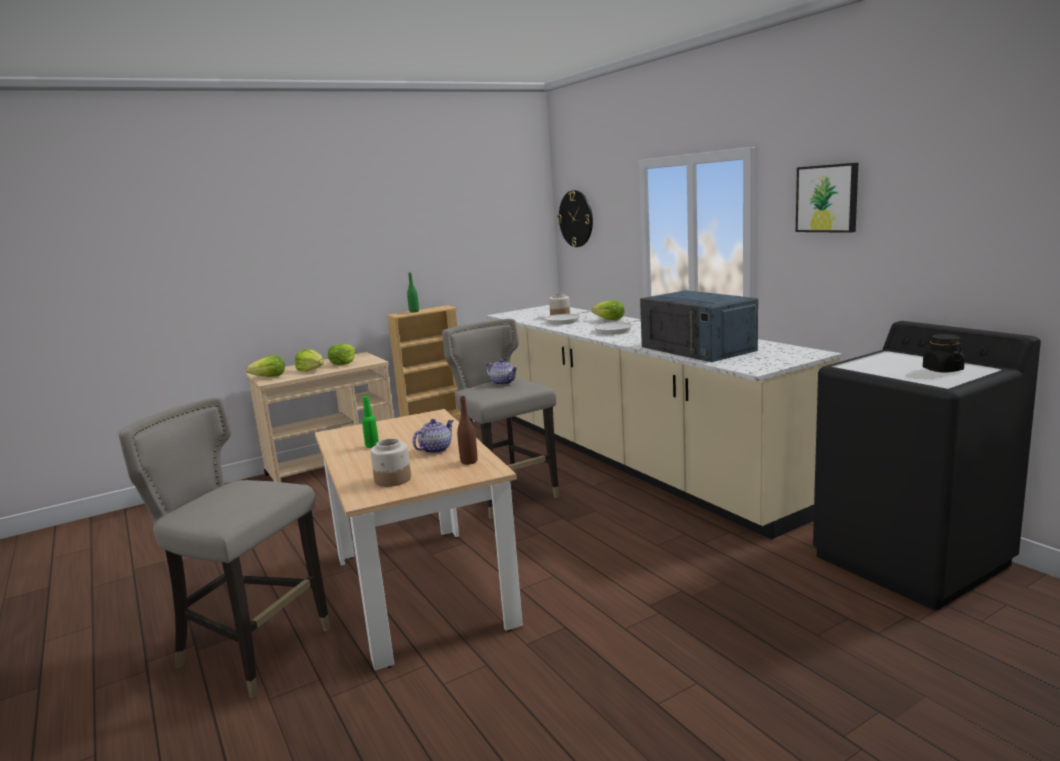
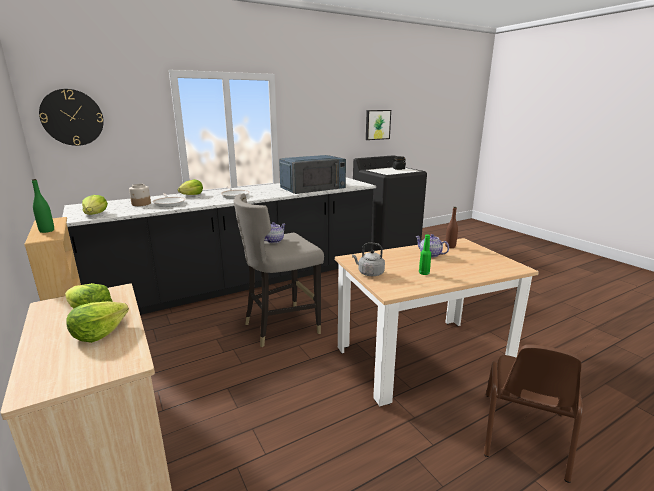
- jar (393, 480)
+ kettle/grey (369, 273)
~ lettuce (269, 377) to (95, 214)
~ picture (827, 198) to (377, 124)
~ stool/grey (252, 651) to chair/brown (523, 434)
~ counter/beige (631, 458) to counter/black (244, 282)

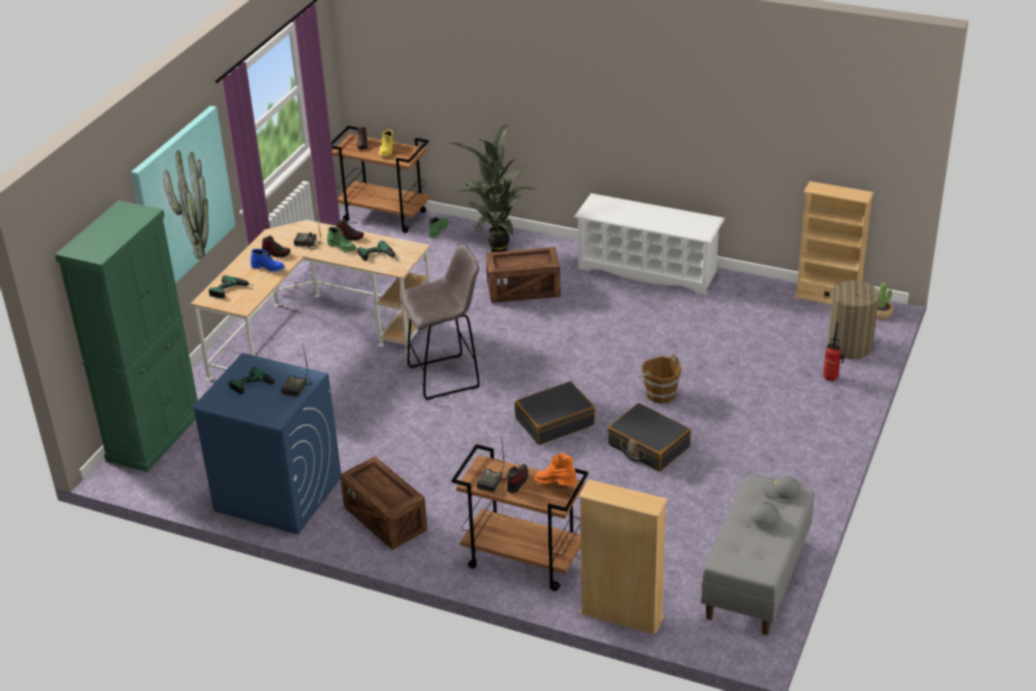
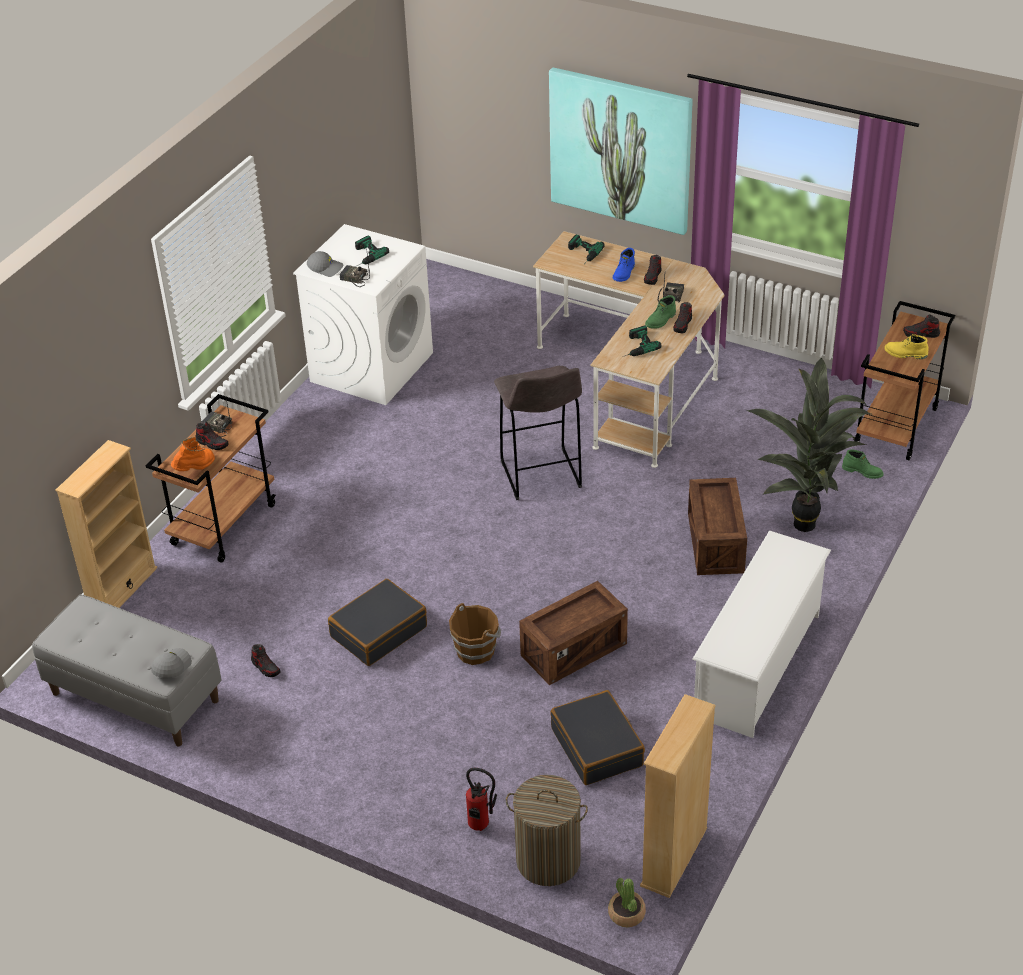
- cabinet/green (154, 436)
+ shoe (266, 667)
~ crate (385, 519) to (574, 650)
~ suitcase/black (554, 421) to (597, 747)
~ cap/grey (763, 517) to (326, 268)
~ washing machine/blue (277, 494) to washing machine/white (372, 367)

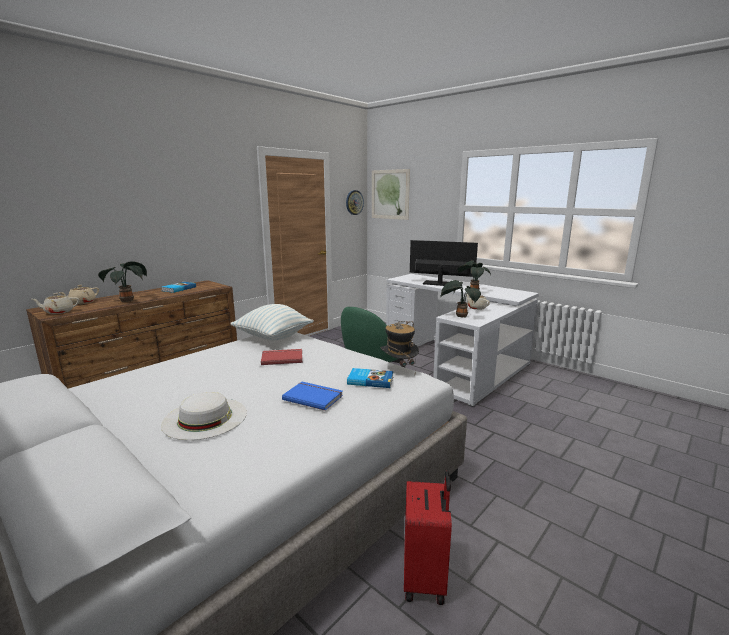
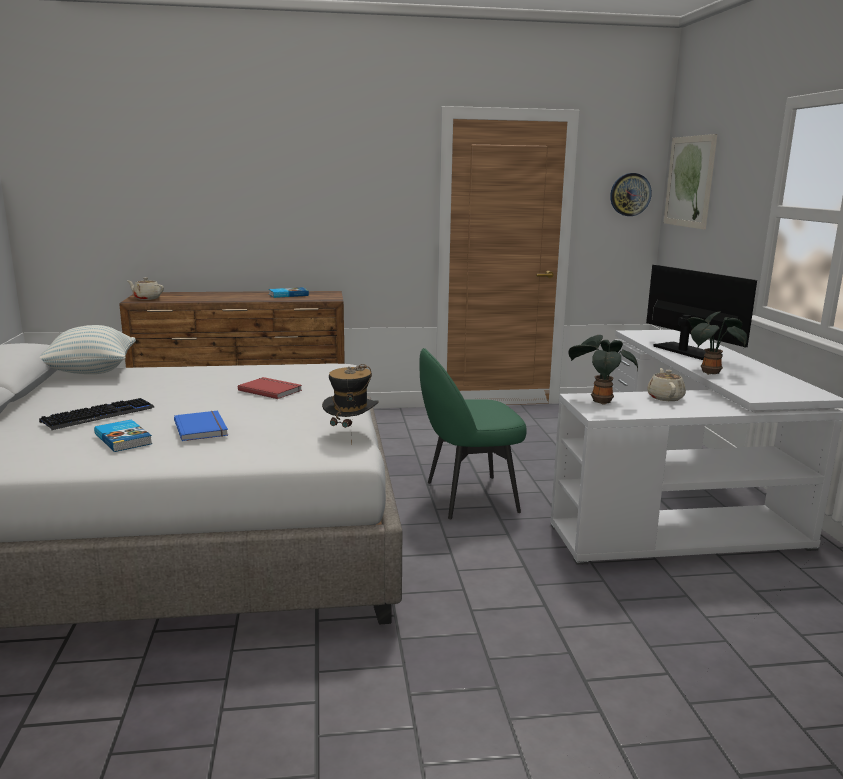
- teapot/beige (82, 302)
- potted plant (128, 300)
- suitcase/red (425, 579)
~ pillow (273, 338) to (91, 372)
~ book (370, 380) to (124, 439)
~ hat/white (205, 418) to keyboard (99, 415)

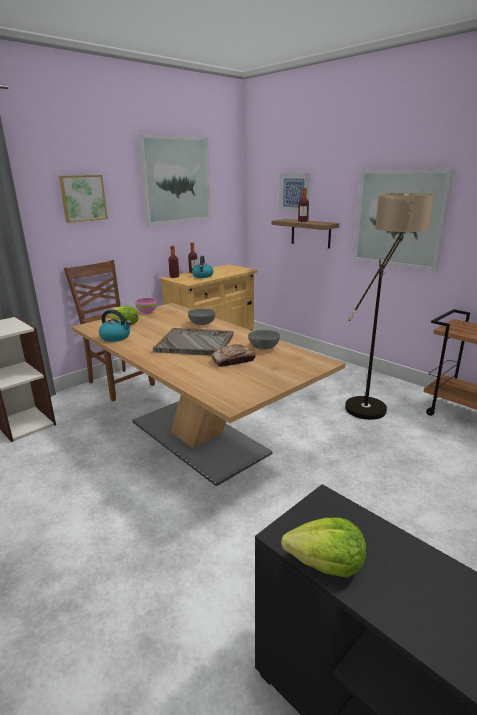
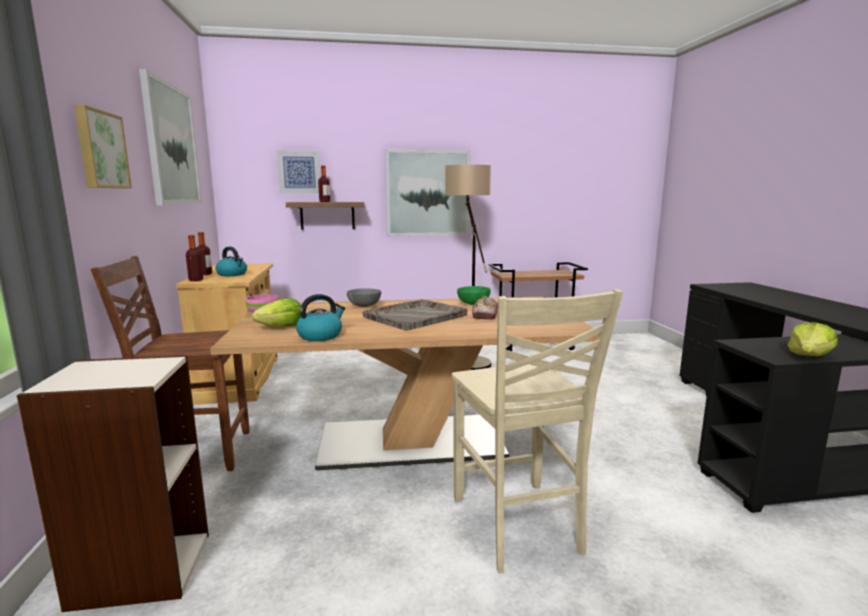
+ chair/beige (517, 526)
~ bowl/grey (263, 348) to bowl/green (473, 304)

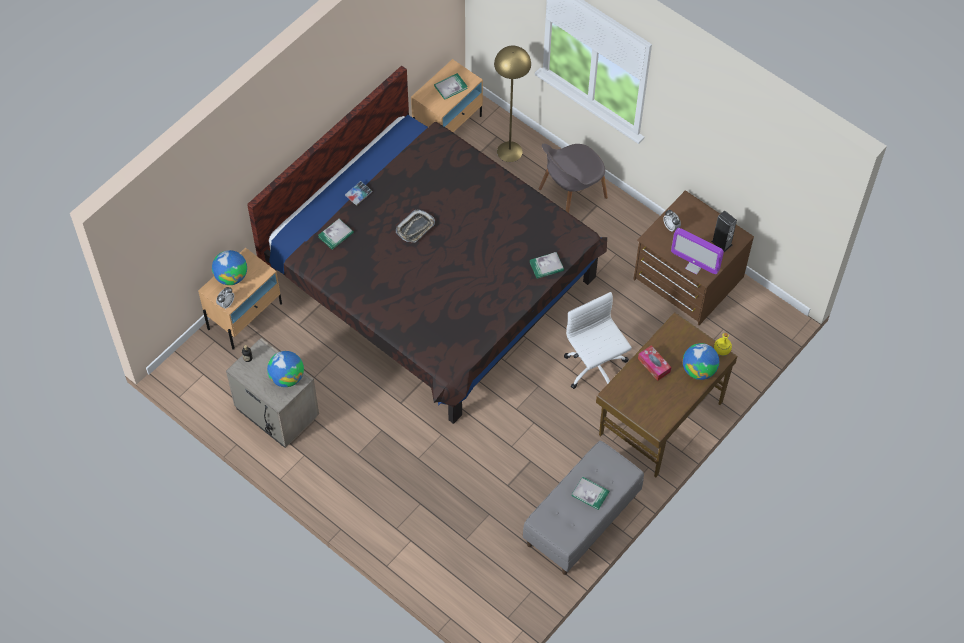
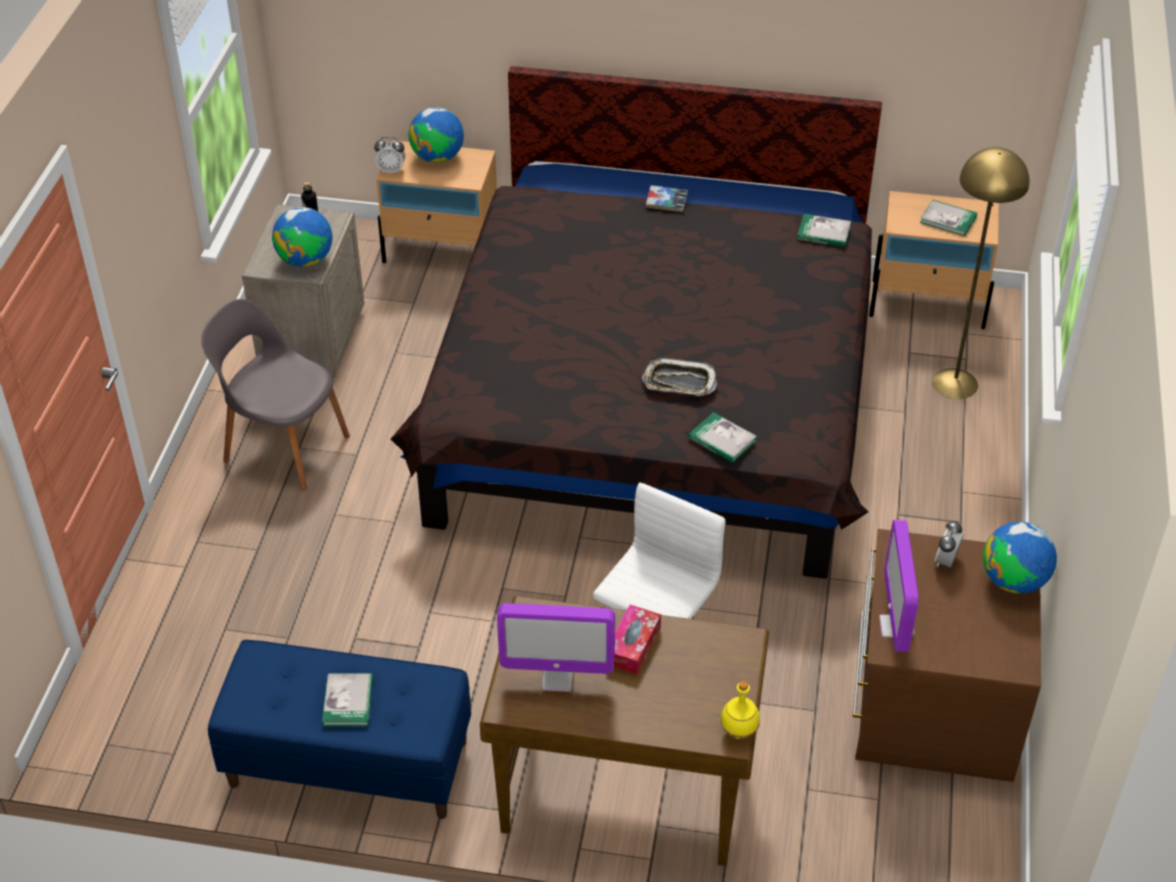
- speaker (721, 243)
+ monitor (557, 678)
~ book (336, 235) to (823, 233)
~ tray (415, 228) to (679, 382)
~ chair/grey (571, 194) to (284, 446)
~ globe (699, 370) to (1014, 581)
~ bench/grey (581, 521) to bench/blue (347, 764)

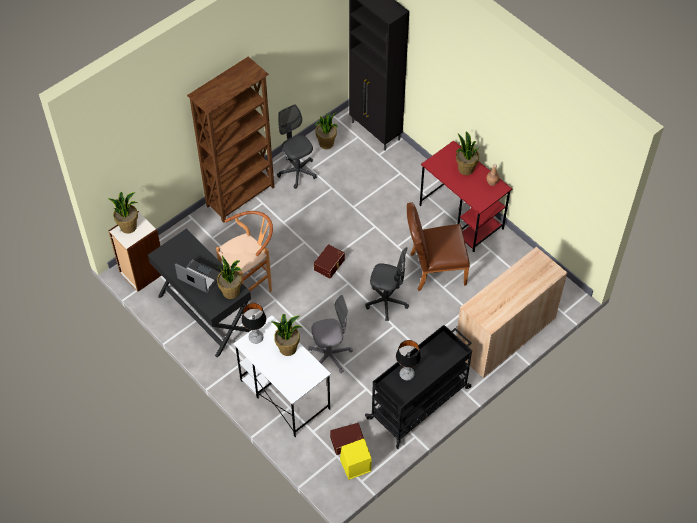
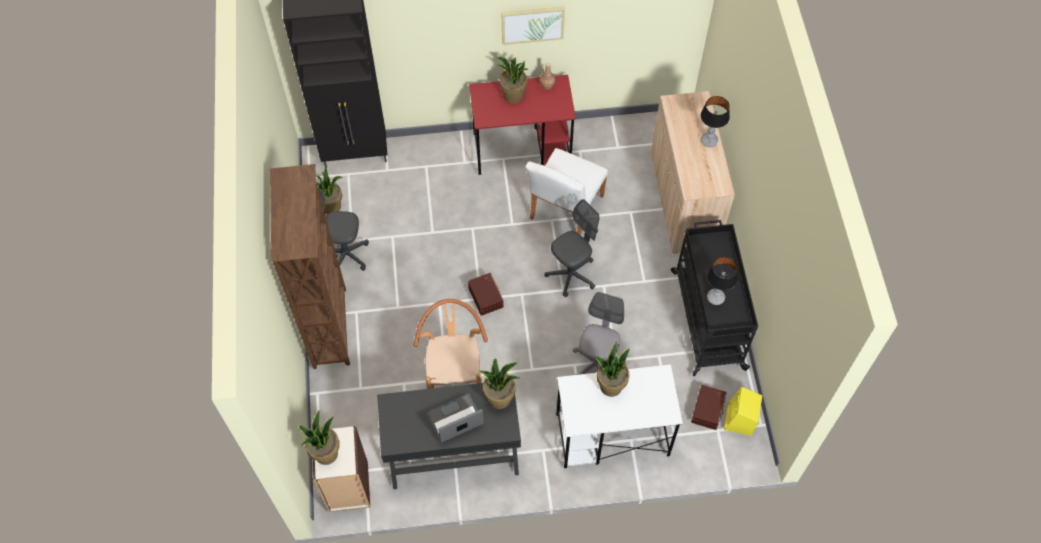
+ picture (532, 24)
~ table lamp (255, 338) to (709, 141)
~ chair/brown (433, 269) to chair/white (564, 211)

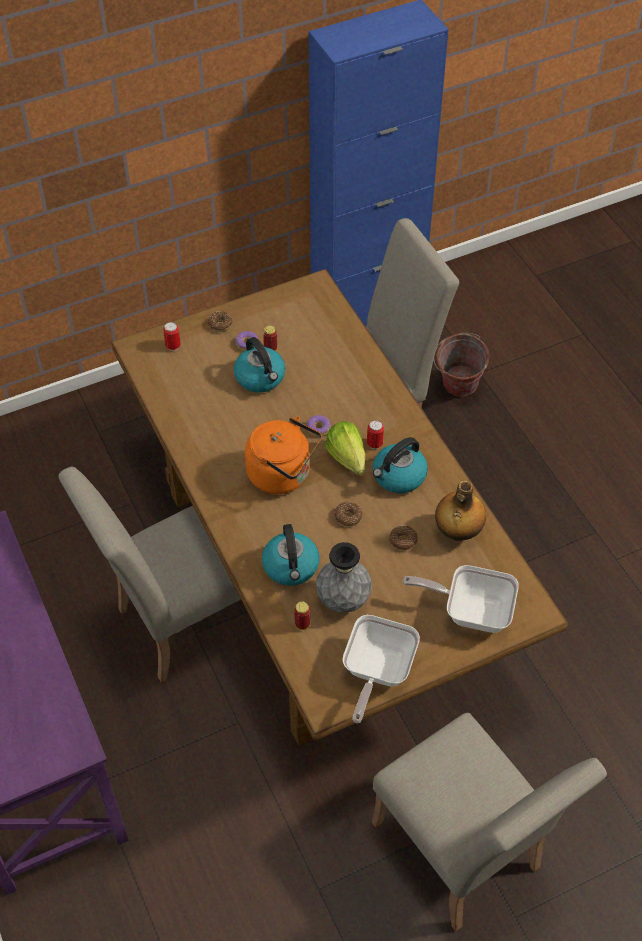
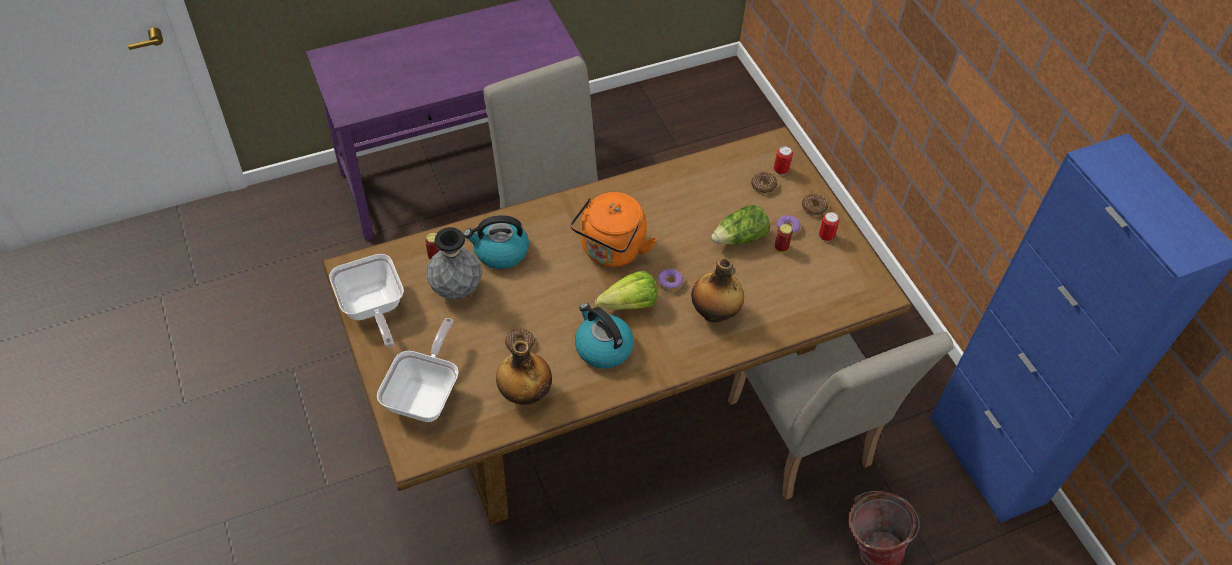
- chair/beige (463, 857)
+ bottle (714, 313)
~ donut (348, 517) to (763, 185)
~ can (374, 444) to (826, 236)
~ kettle (260, 378) to lettuce (740, 238)
~ frying pan (376, 672) = (372, 309) 135 degrees counterclockwise

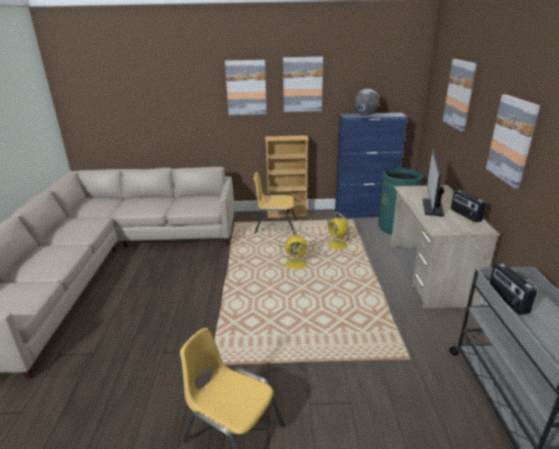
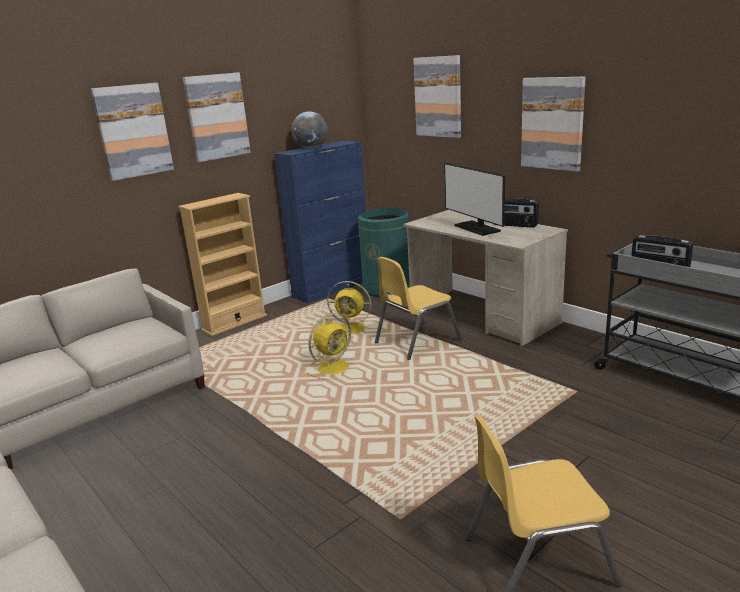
~ chair/yellow (275, 226) to (416, 341)

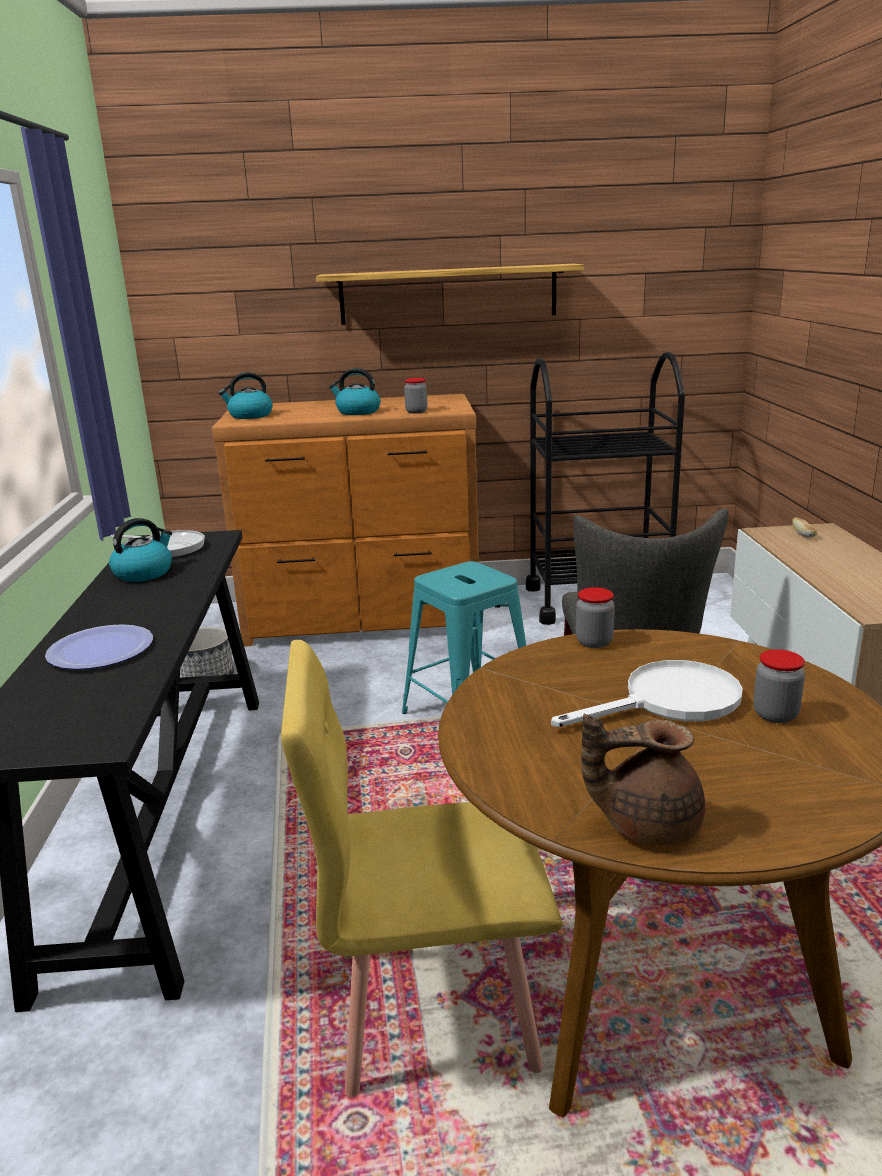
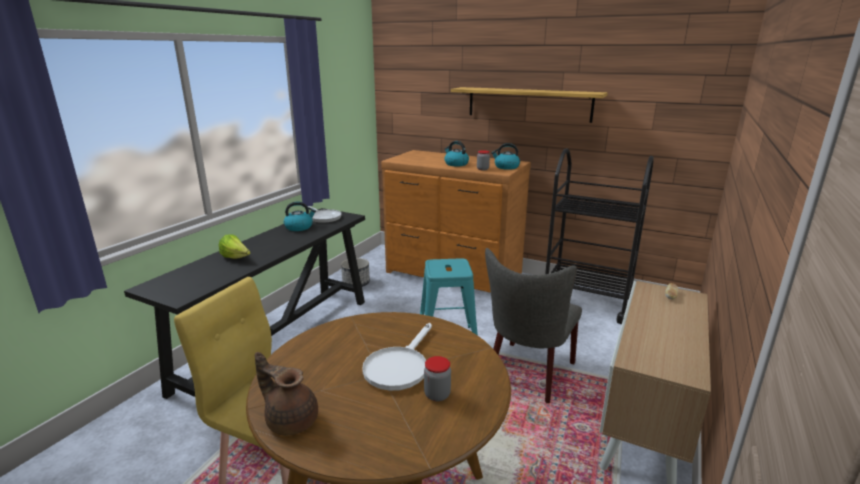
- jar (594, 642)
~ kettle (250, 416) to (506, 167)
~ plate (100, 649) to lettuce (236, 258)
~ frying pan/white (669, 702) = (399, 366) 105 degrees clockwise

